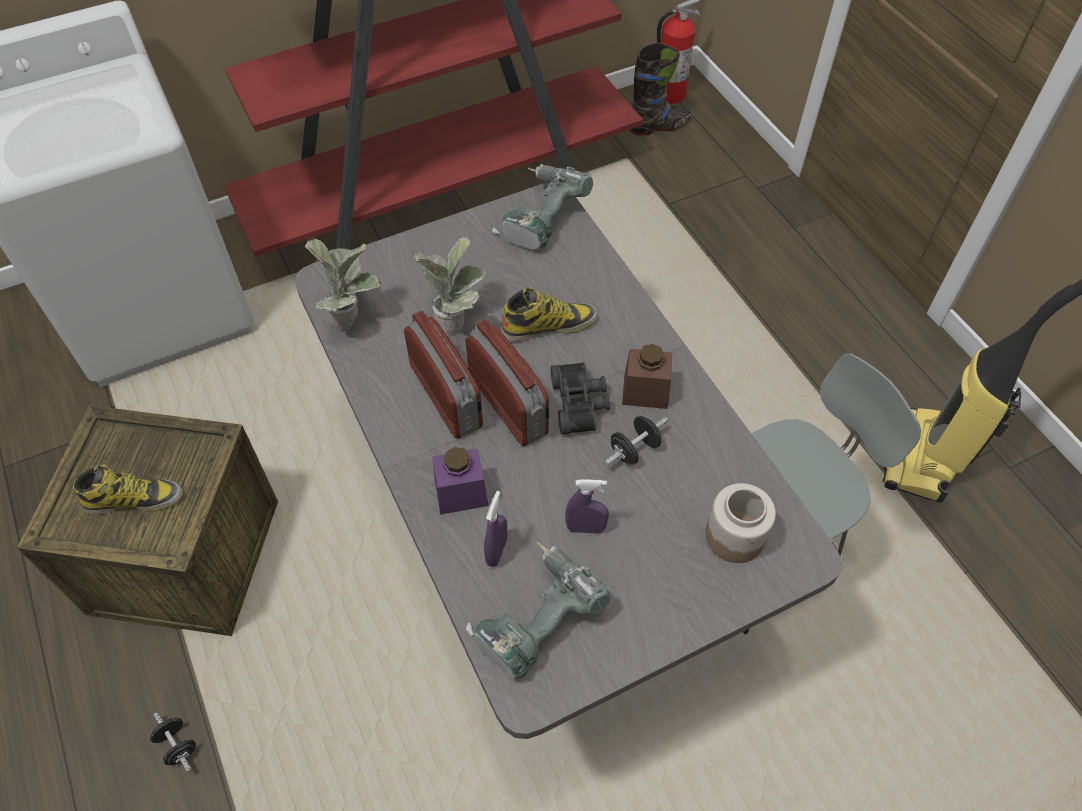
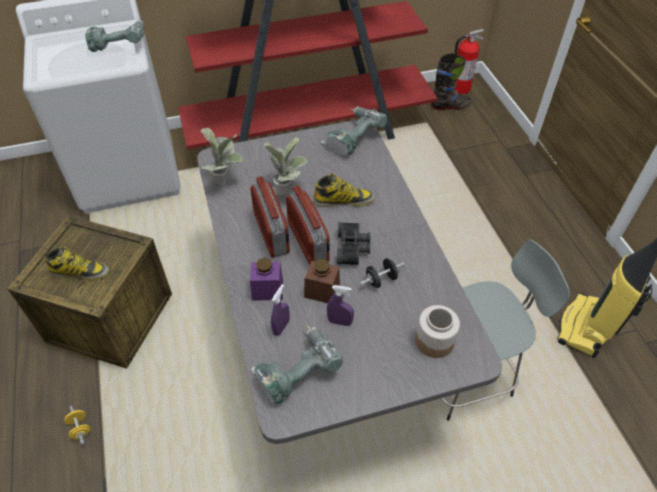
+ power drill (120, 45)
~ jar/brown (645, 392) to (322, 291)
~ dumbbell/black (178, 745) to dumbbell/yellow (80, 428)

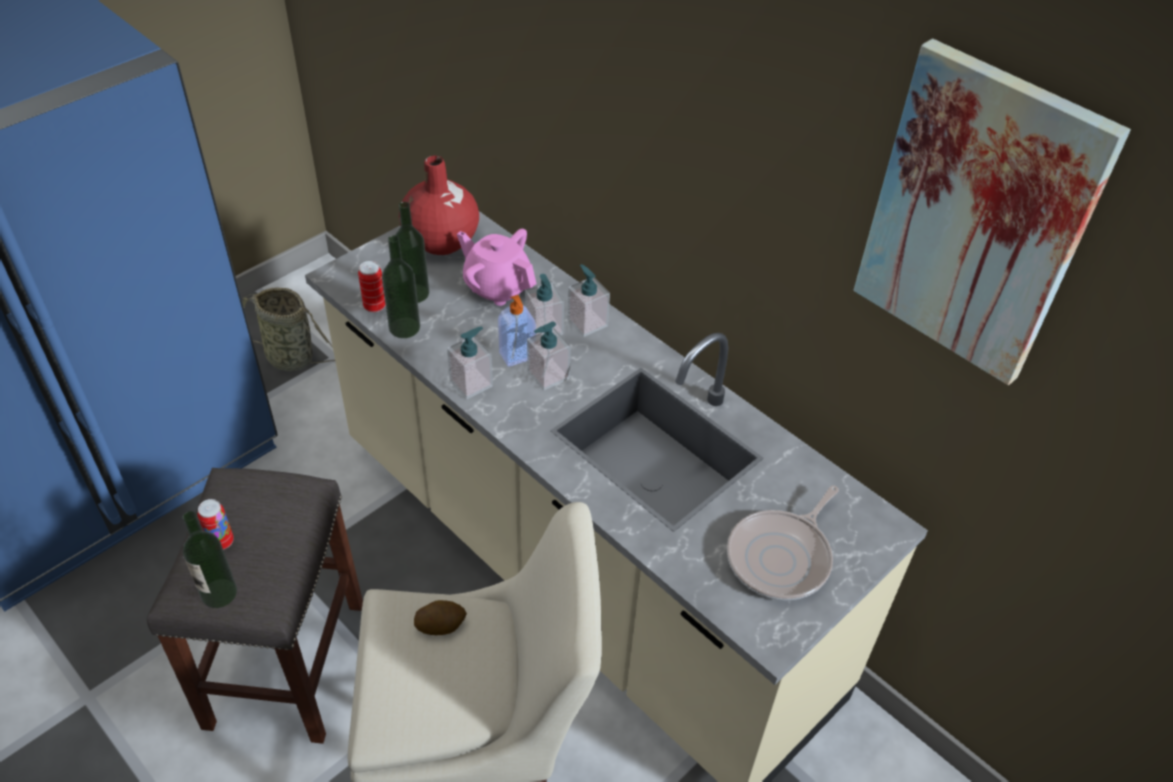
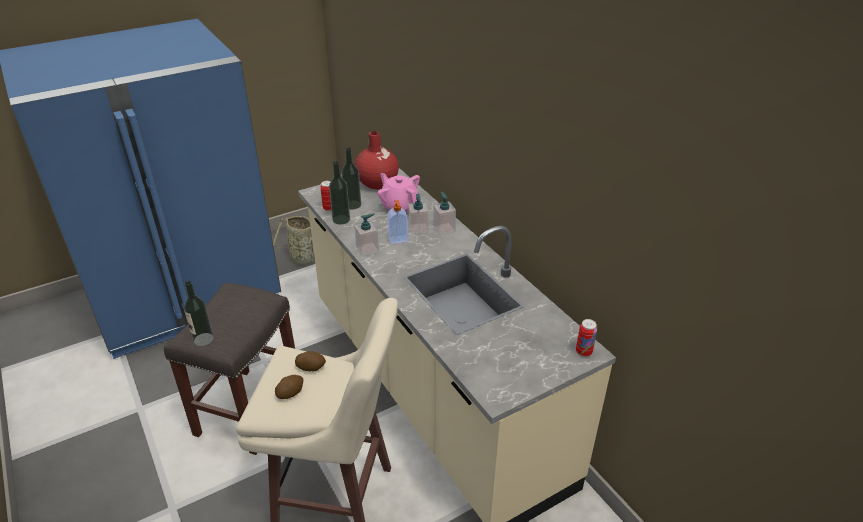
- soap dispenser (548, 375)
- frying pan (782, 557)
- picture (977, 217)
+ potato (290, 392)
~ can (221, 542) to (583, 352)

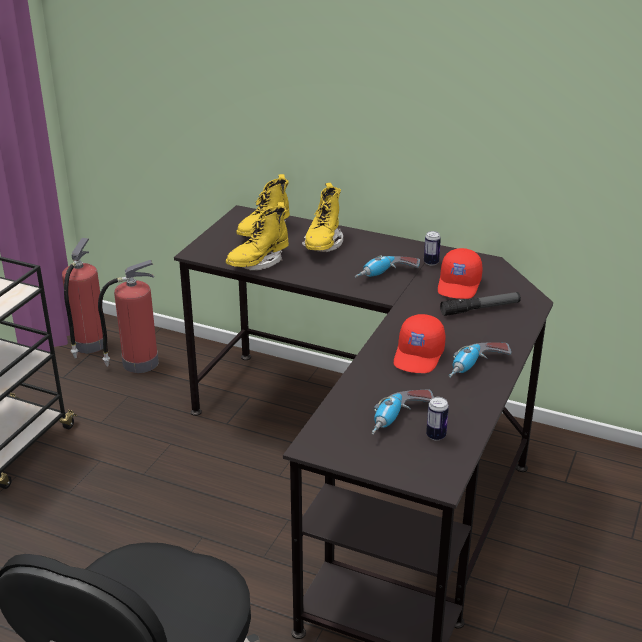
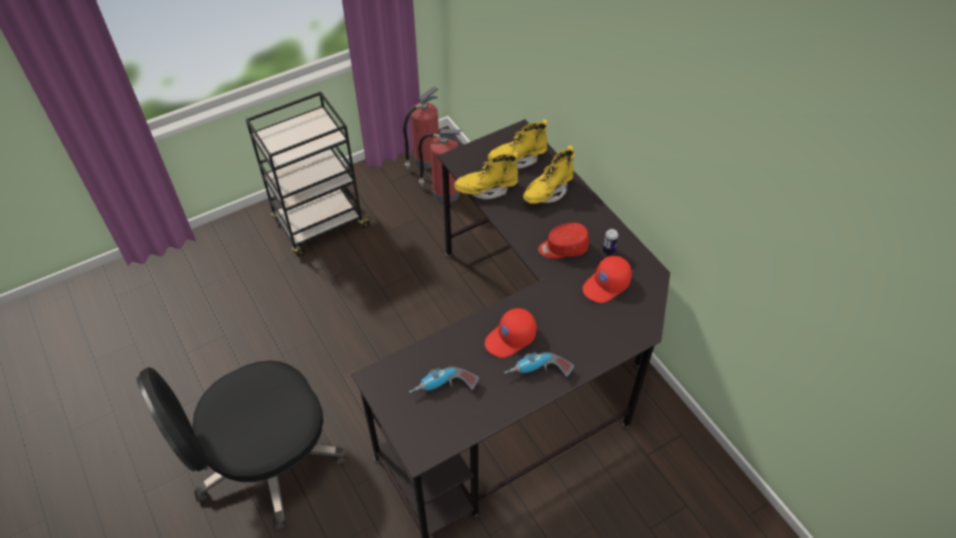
- can (436, 435)
- flashlight (480, 309)
~ power drill (386, 276) to cap/red (563, 248)

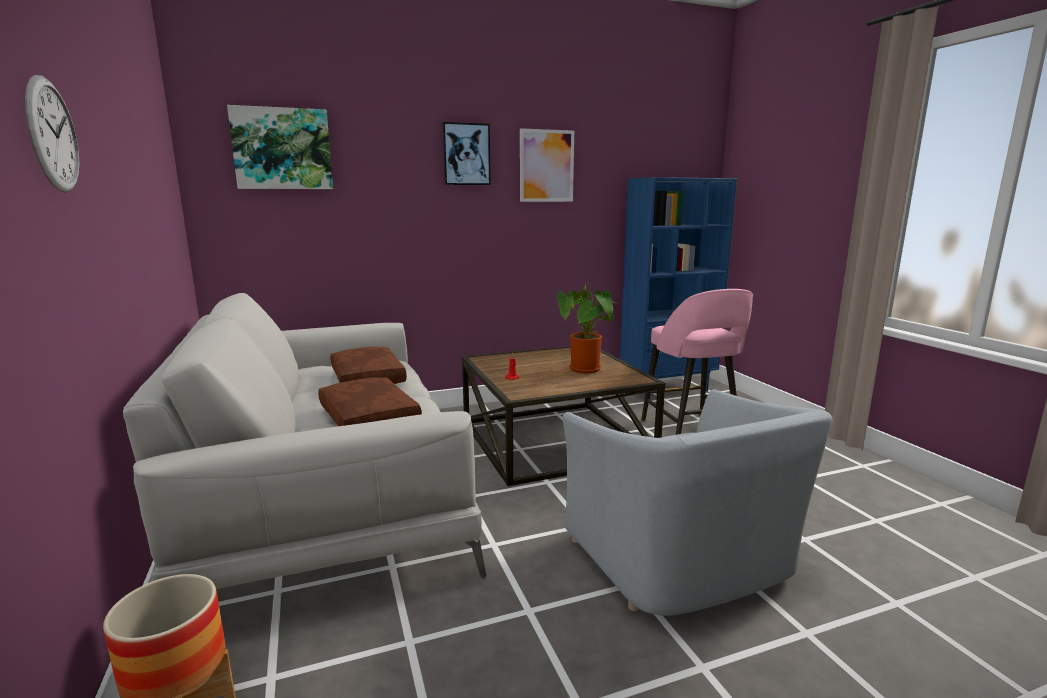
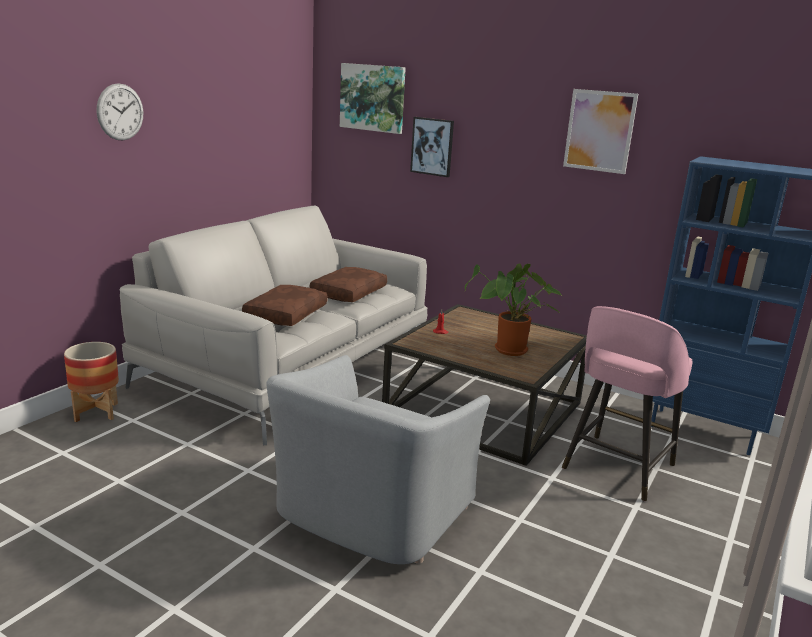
~ picture (466, 154) to (432, 146)

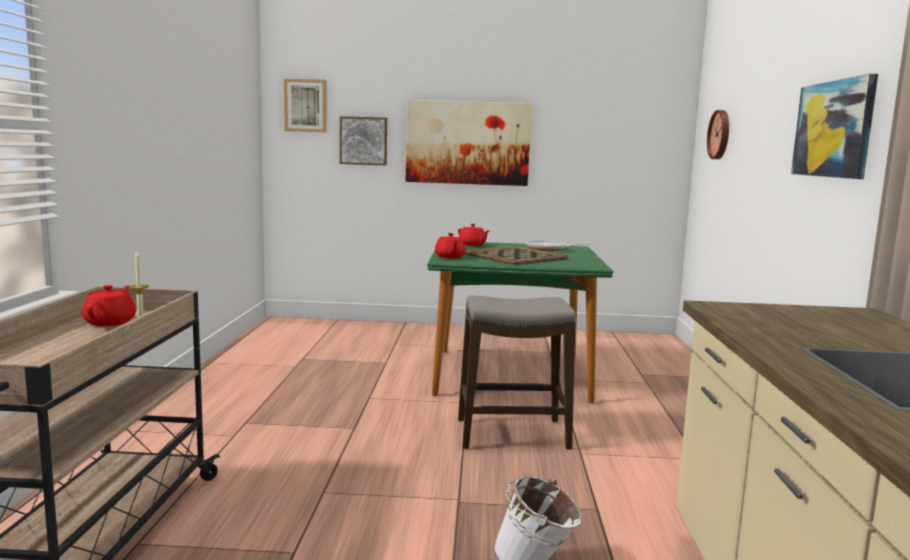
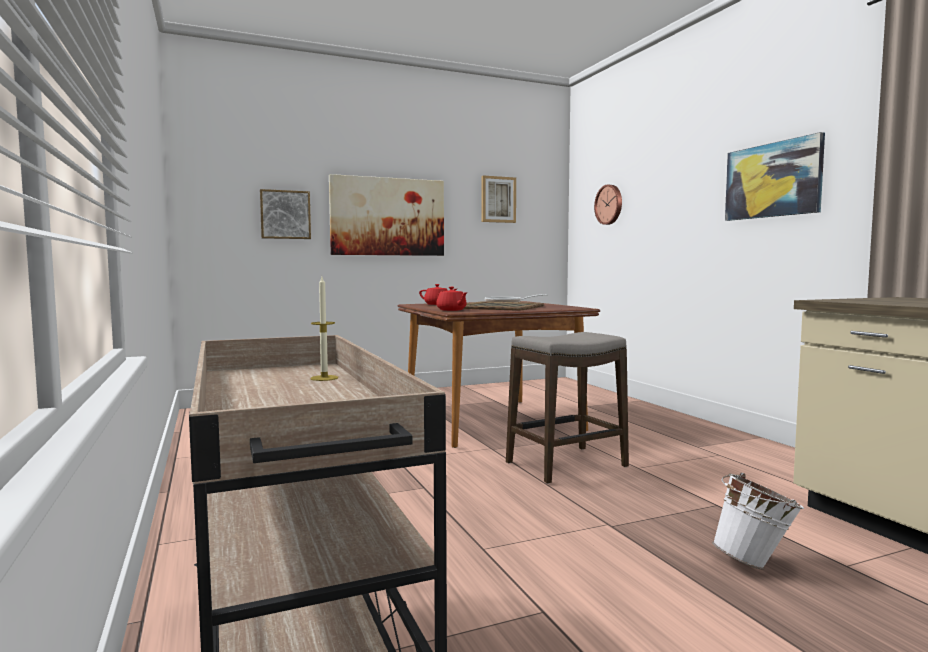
- teapot/red (111, 322)
~ picture (305, 105) to (498, 199)
~ dining table/green (511, 375) to dining table/brown (493, 421)

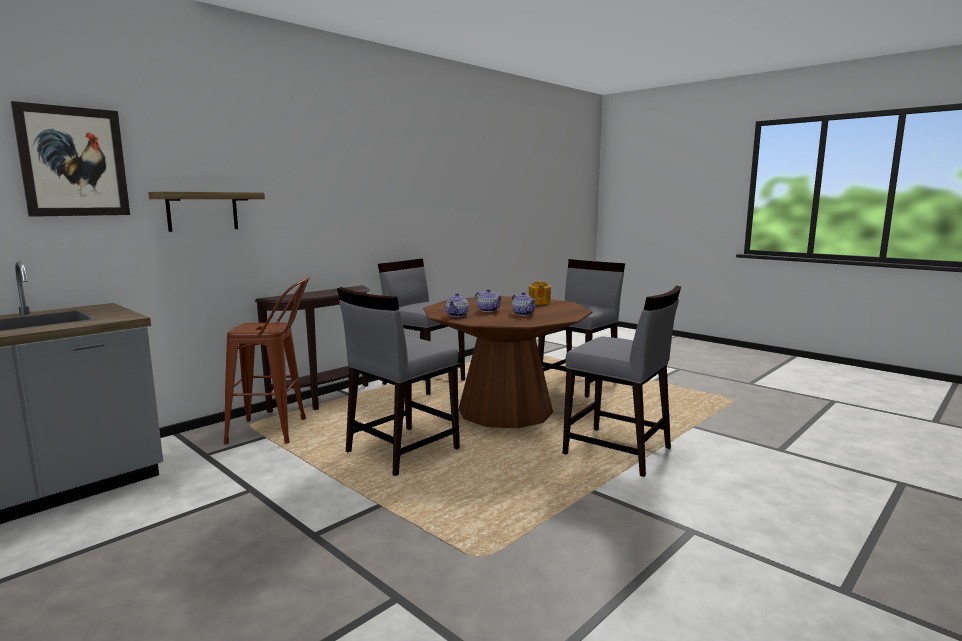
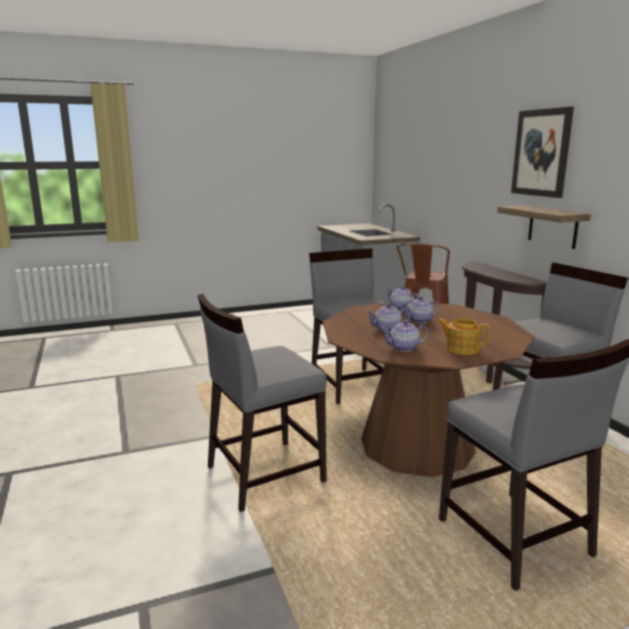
+ teapot (404, 348)
~ picture (73, 162) to (541, 153)
~ shelf (202, 211) to (552, 226)

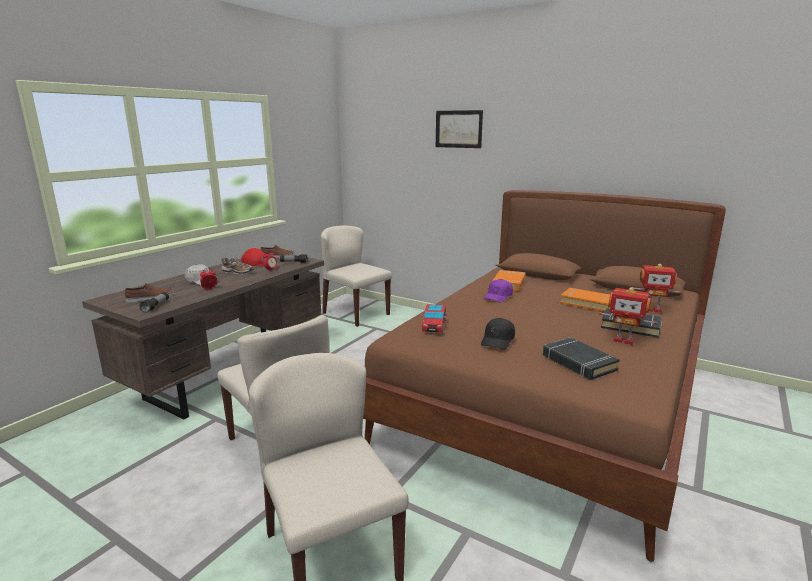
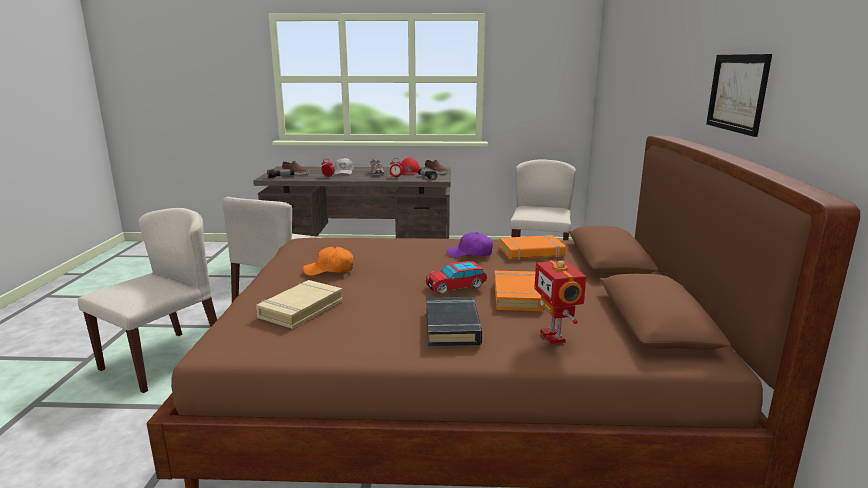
- toy robot (623, 340)
~ toy car (434, 325) to (456, 286)
~ picture (458, 129) to (737, 93)
~ cap/black (498, 340) to cap/orange (329, 270)
~ book/black (578, 363) to book/beige (300, 309)

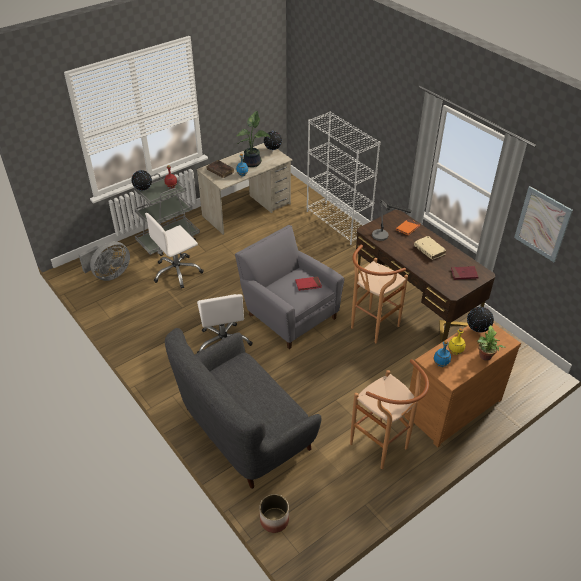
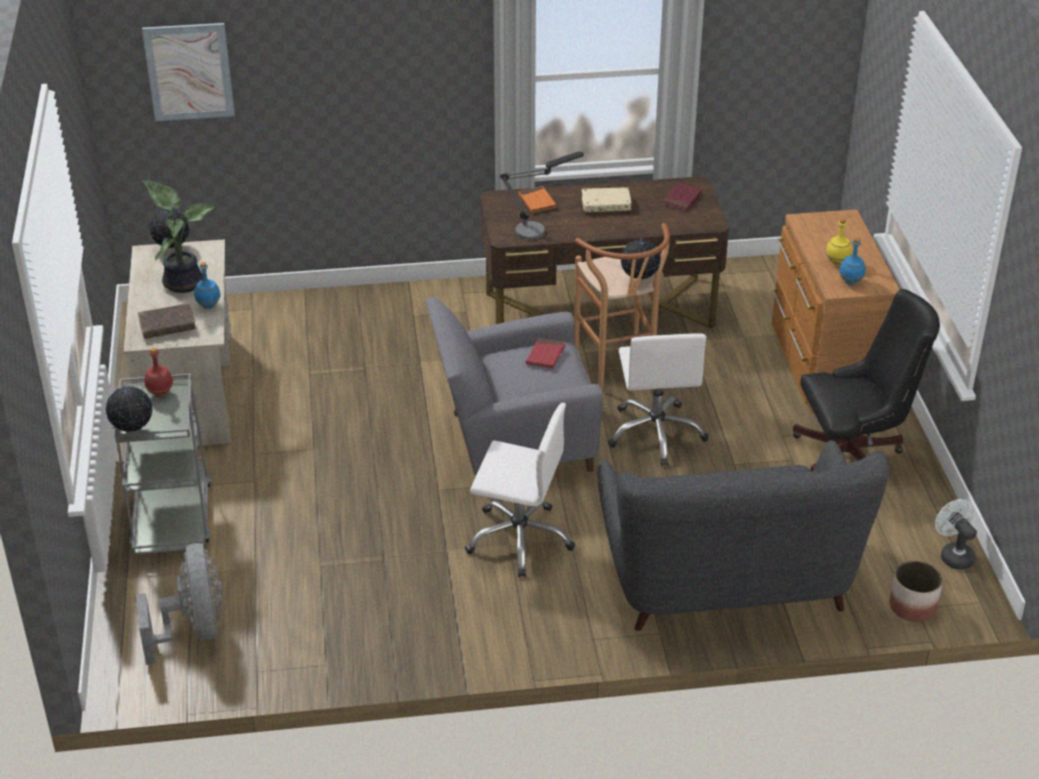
- bookcase/white (338, 223)
- potted plant (485, 357)
+ fan/white (953, 555)
~ office chair/white (177, 272) to (656, 433)
~ globe (477, 331) to (639, 280)
~ picture (542, 224) to (189, 72)
~ stool/brown (383, 449) to office chair/black (854, 455)

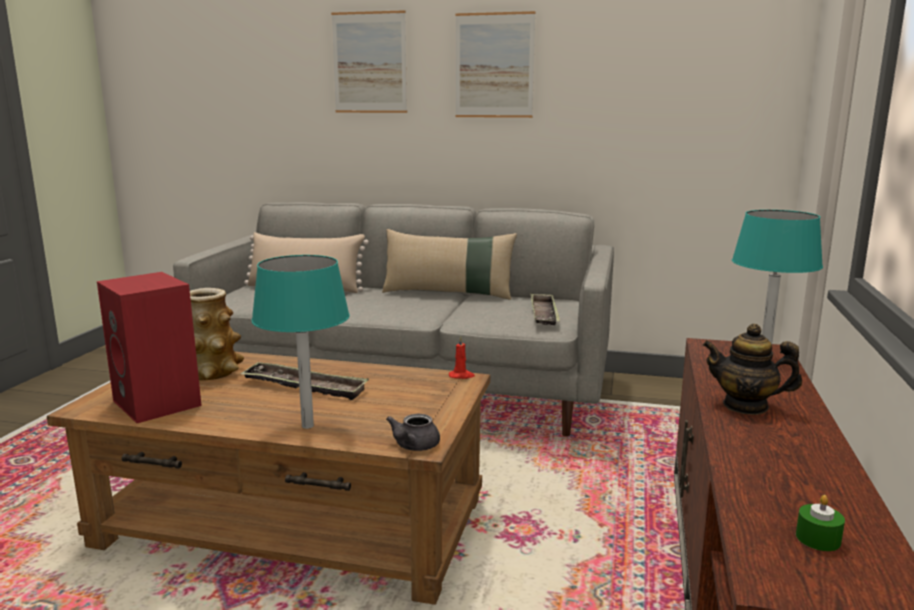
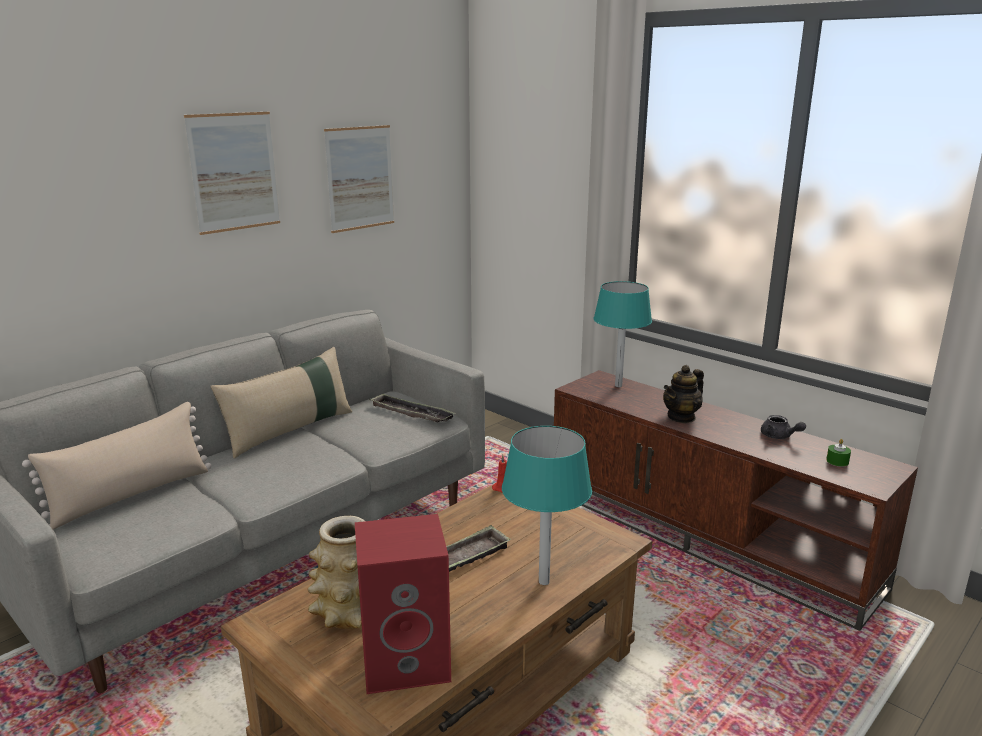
~ picture (369, 63) to (360, 178)
~ teapot/grey (413, 447) to (779, 437)

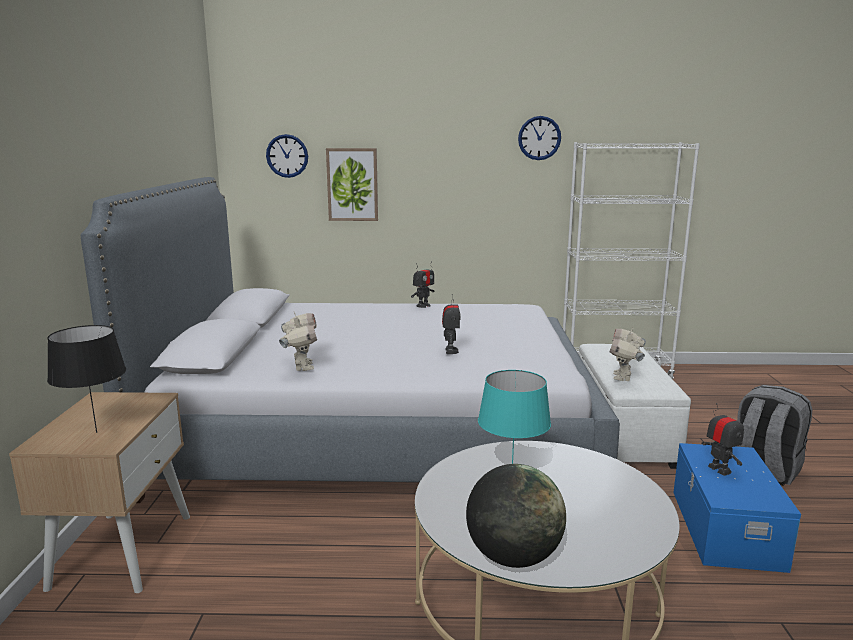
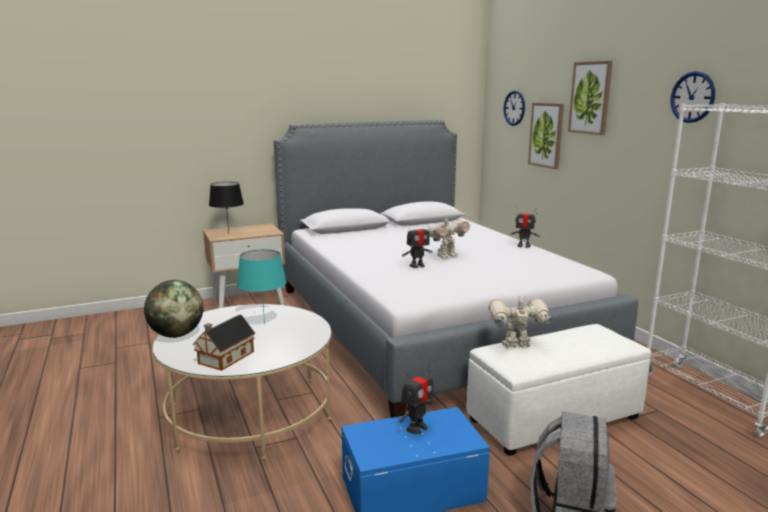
+ toy house (224, 358)
+ picture (590, 98)
~ toy robot (301, 367) to (446, 256)

